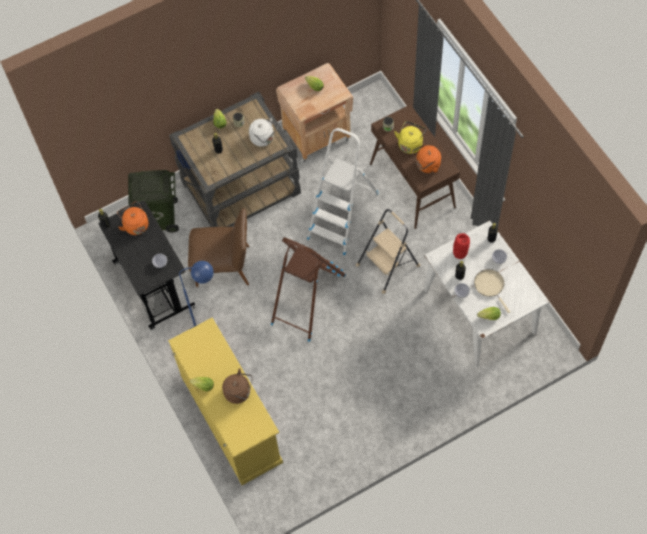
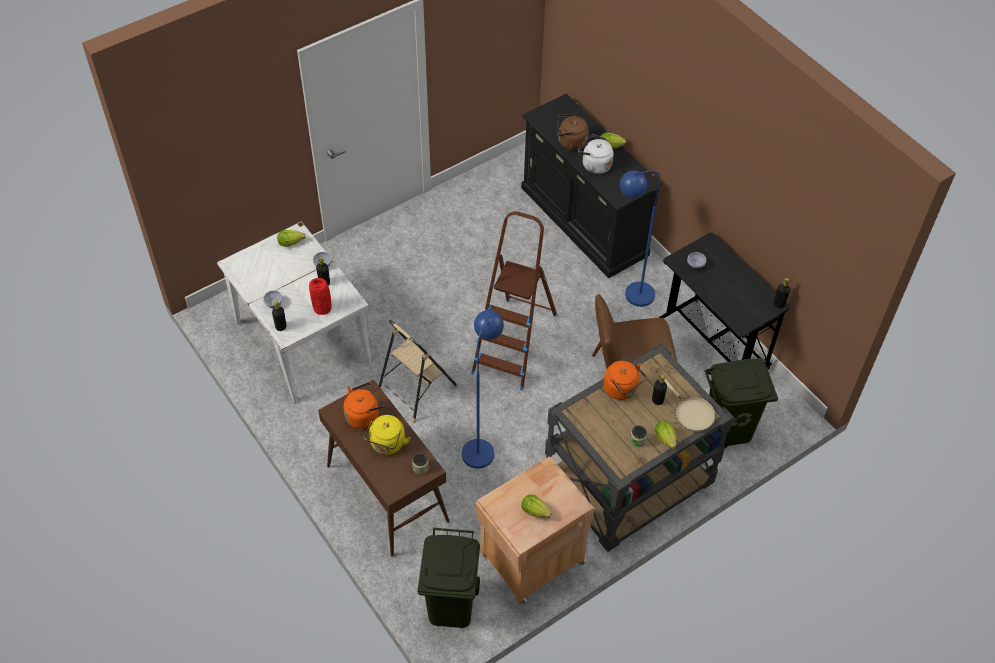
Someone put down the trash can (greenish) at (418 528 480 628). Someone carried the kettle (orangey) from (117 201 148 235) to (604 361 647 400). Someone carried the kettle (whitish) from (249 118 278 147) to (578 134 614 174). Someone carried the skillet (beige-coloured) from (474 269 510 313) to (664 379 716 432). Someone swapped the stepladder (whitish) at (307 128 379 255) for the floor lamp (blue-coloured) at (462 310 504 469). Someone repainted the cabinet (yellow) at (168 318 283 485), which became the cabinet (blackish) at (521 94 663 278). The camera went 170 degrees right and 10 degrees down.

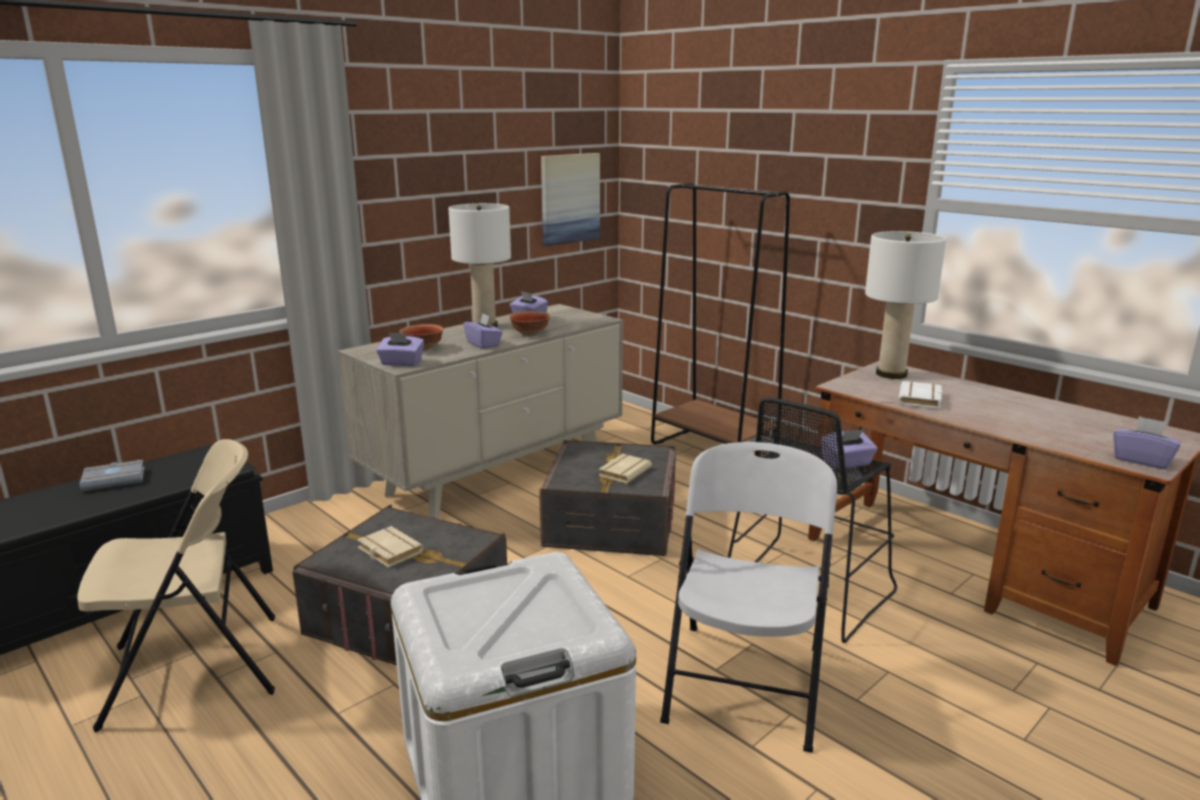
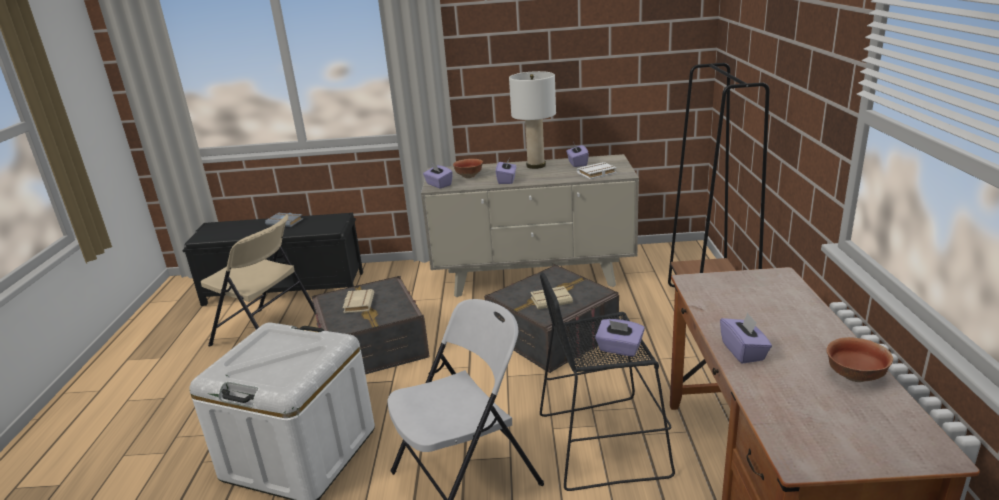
Someone took away the wall art at (541 153 600 246). Someone took away the table lamp (whitish) at (865 231 946 379). Someone carried the serving bowl from (510 311 550 336) to (826 337 893 382). Someone carried the volume (whitish) from (898 381 943 409) to (577 162 617 179). Someone carried the box of tissues (purple) from (1113 416 1181 470) to (720 313 772 364). The camera went 45 degrees right and 5 degrees up.

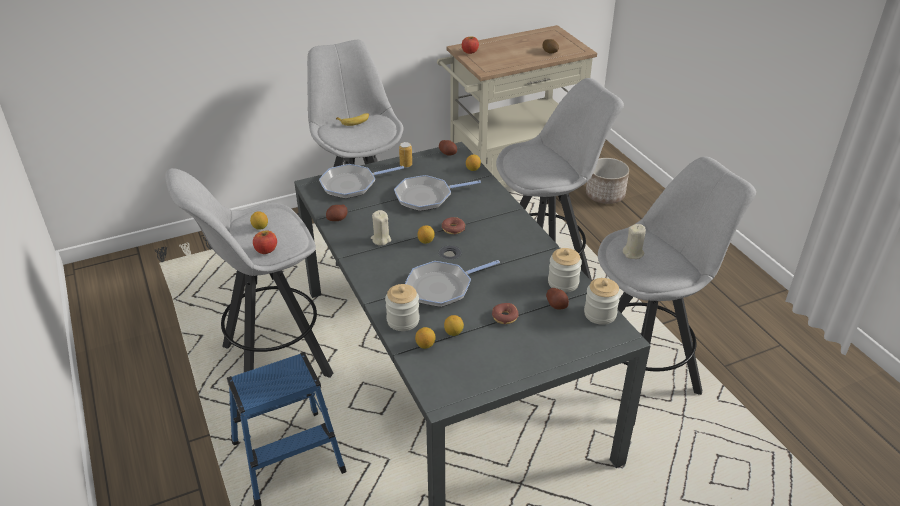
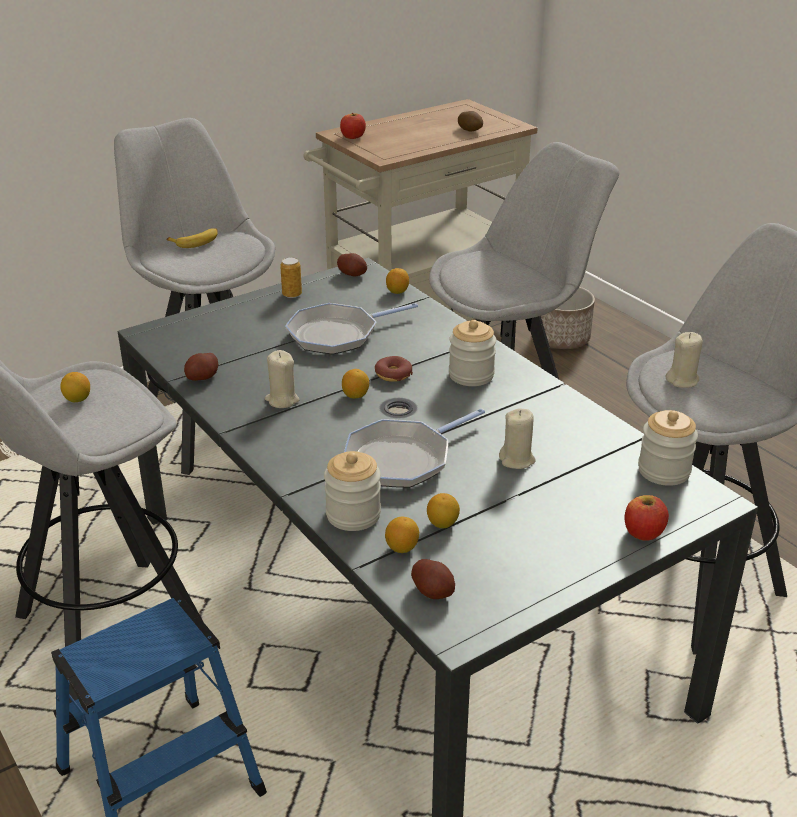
Someone took away the skillet at (319 164 404 199). Someone took away the ring doughnut at (492 303 519 324). Someone put down the candle (beige-coloured) at (499 408 536 469). Someone carried the whole apple from (253 230 277 254) to (624 495 669 541). Someone carried the spud from (546 288 569 309) to (411 559 455 599). Someone carried the jar from (548 248 582 292) to (449 320 496 386). The camera went 10 degrees left and 5 degrees down.

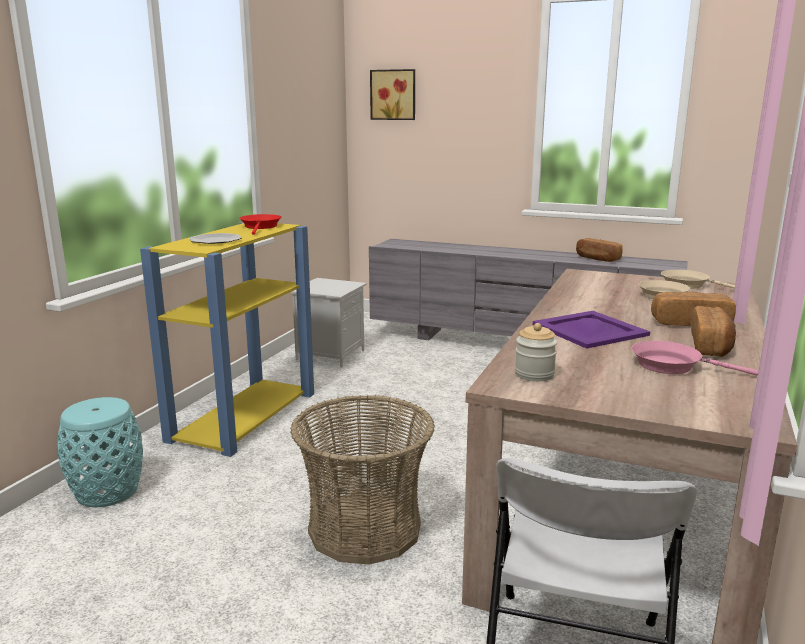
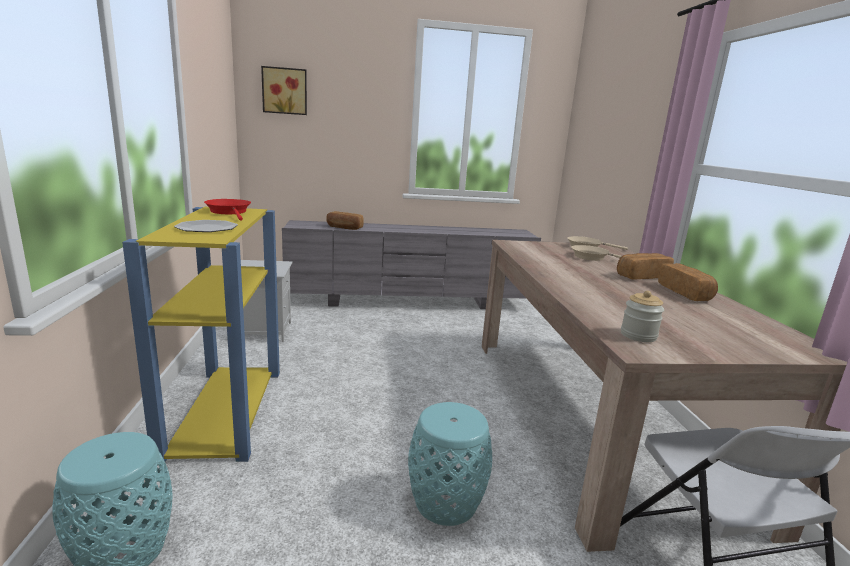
Someone took away the tray (purple) at (533 311 650 349). Someone took away the skillet (pink) at (632 341 758 376). Someone carried the bakery bread from (576 238 623 262) to (326 211 364 230). Someone swapped the storage basket at (290 395 435 565) for the sitting stool (turquoise) at (408 402 492 526). The camera went 30 degrees left and 0 degrees up.

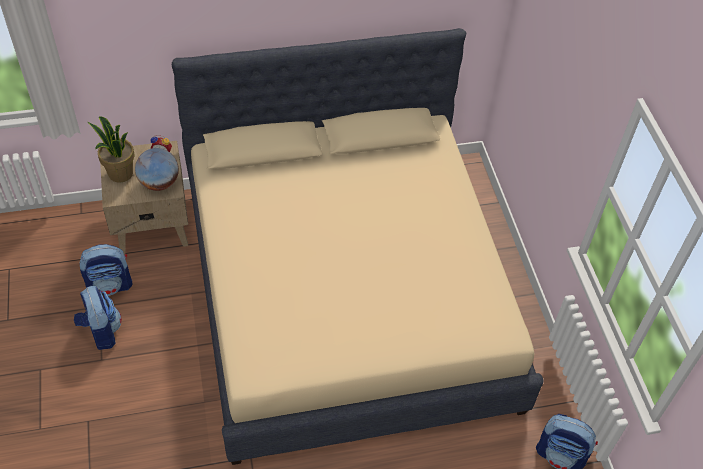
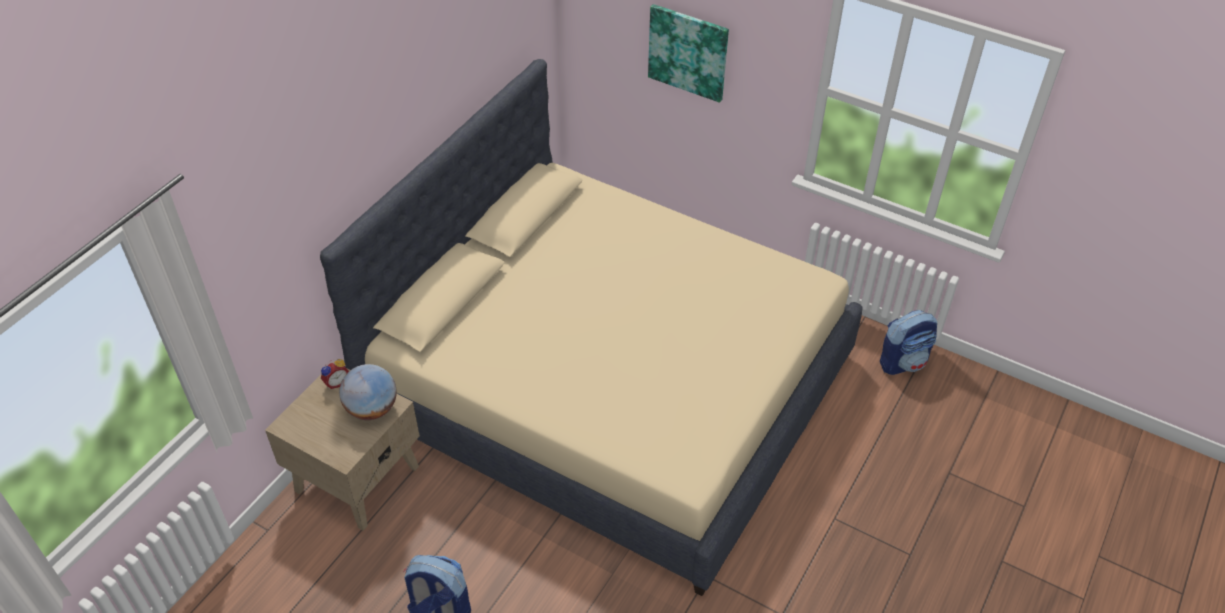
Someone took away the knapsack at (80 244 133 296). Someone took away the plant in a pot at (88 117 135 183). Someone put up the wall art at (648 4 729 103). The camera went 45 degrees left and 5 degrees down.

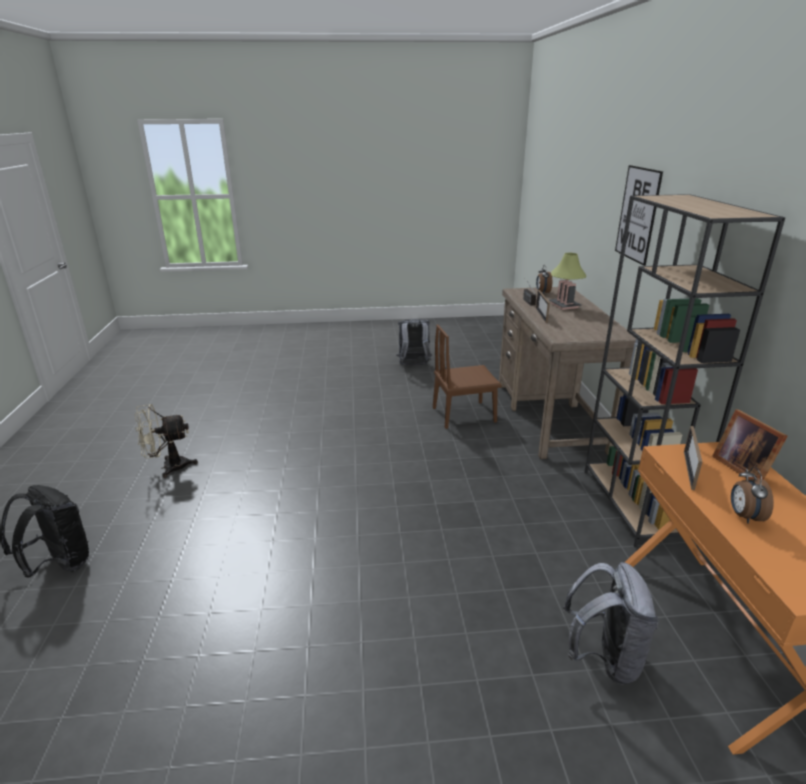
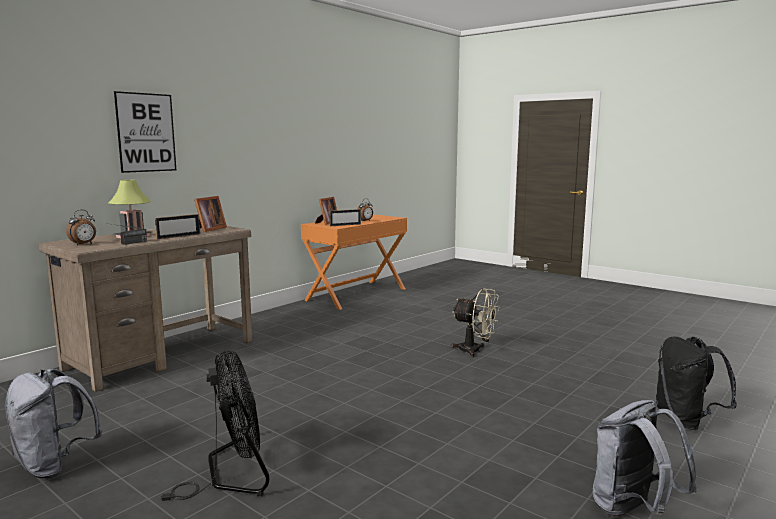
Someone took away the upright chair (brownish) at (433 325 502 429). Someone took away the bookcase at (585 194 785 548). Someone put down the fan (blackish) at (159 350 269 501). Someone put down the standing frame at (194 196 227 232). Someone carried the fan (beige-coloured) from (135 404 198 478) to (451 288 500 357). Someone carried the knapsack (gray) from (563 562 658 684) to (593 400 697 516). The camera went 135 degrees left and 15 degrees down.

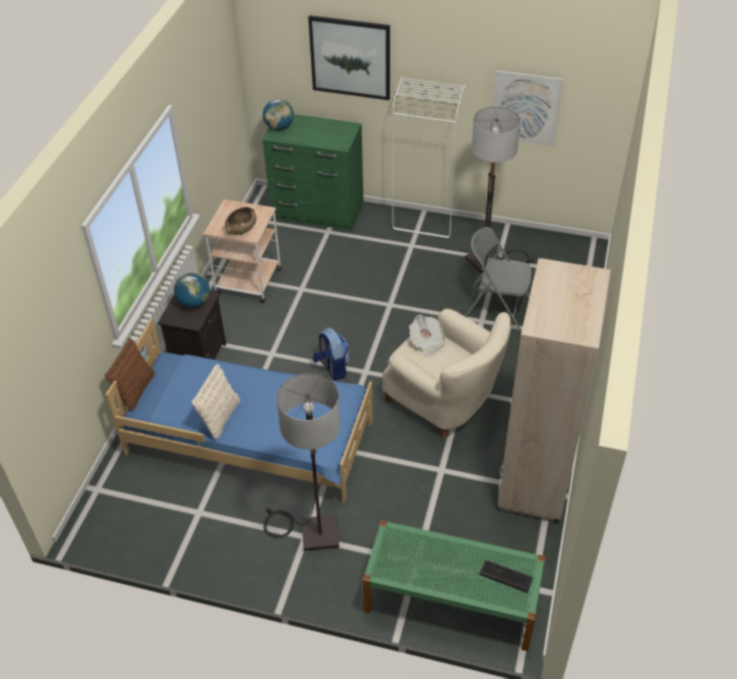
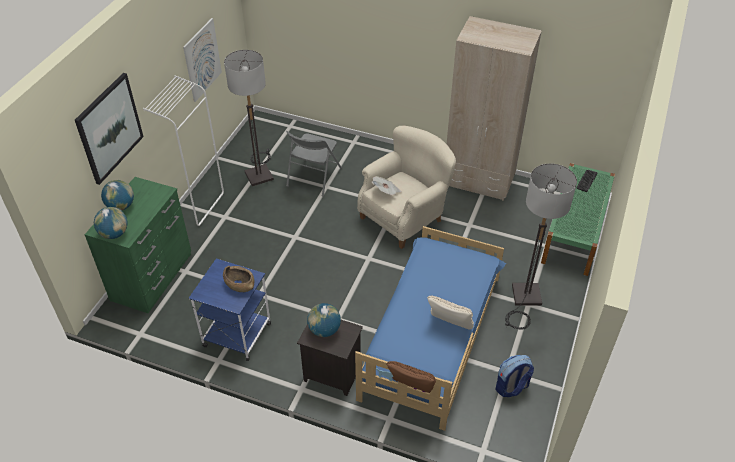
Someone put down the world globe at (101 180 134 211). Someone carried the knapsack from (313 328 350 380) to (496 355 534 397). Someone repainted the cart (beige-coloured) at (203 199 282 303), which became the cart (blue-coloured) at (189 258 271 361). The camera went 85 degrees left and 0 degrees up.

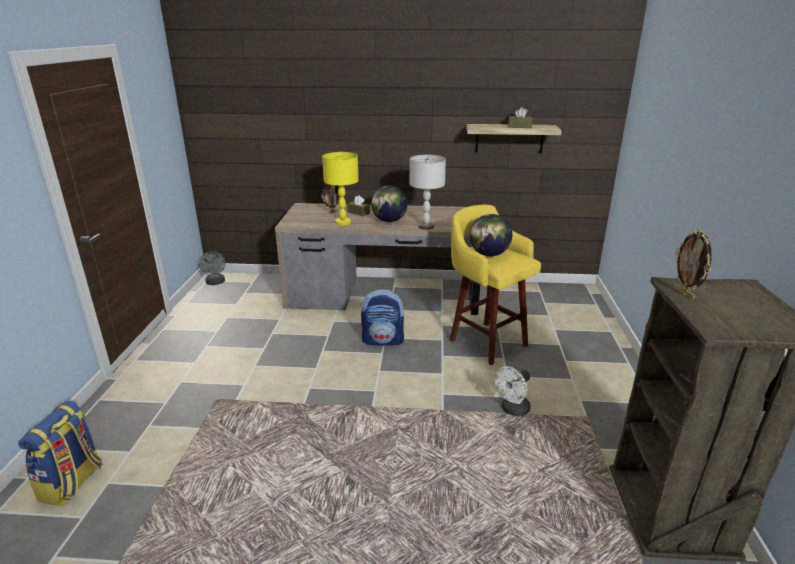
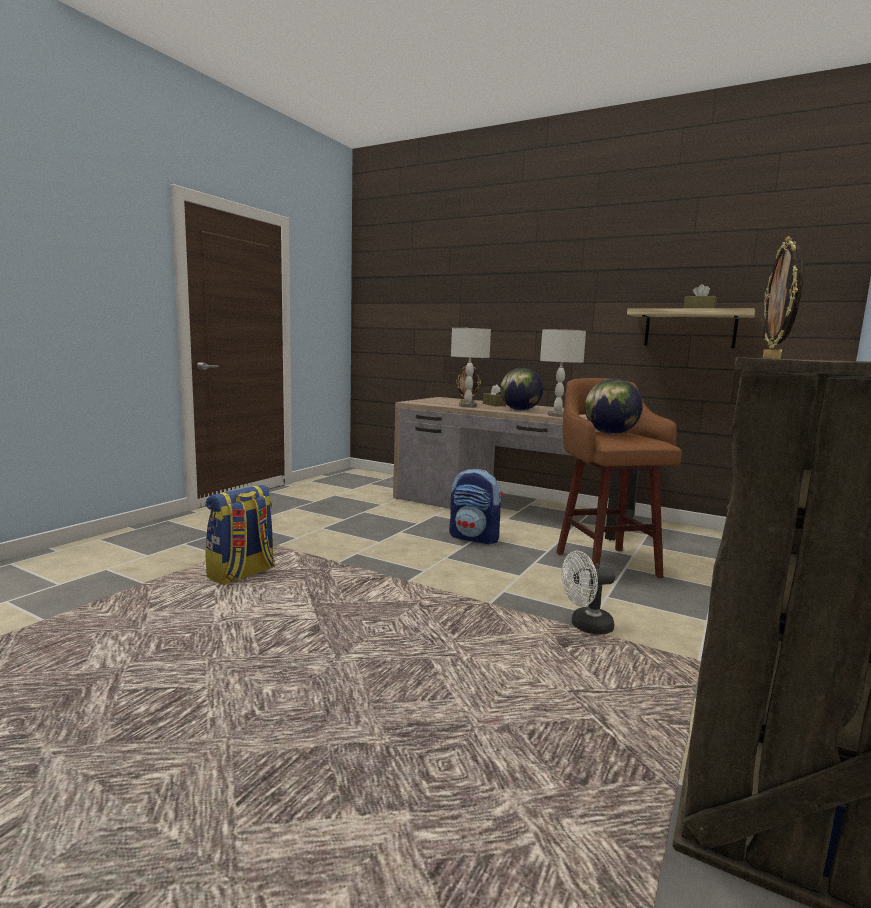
Someone took away the fan (gray) at (199 251 226 285). Someone carried the knapsack from (18 400 103 506) to (205 485 275 585). Someone repainted the table lamp (yellow) at (322 152 359 225), which became the table lamp (gray) at (451 328 491 407). Someone repainted the sitting stool (yellow) at (450 205 541 365), which became the sitting stool (brownish) at (556 378 682 578). The camera went 25 degrees right and 15 degrees down.

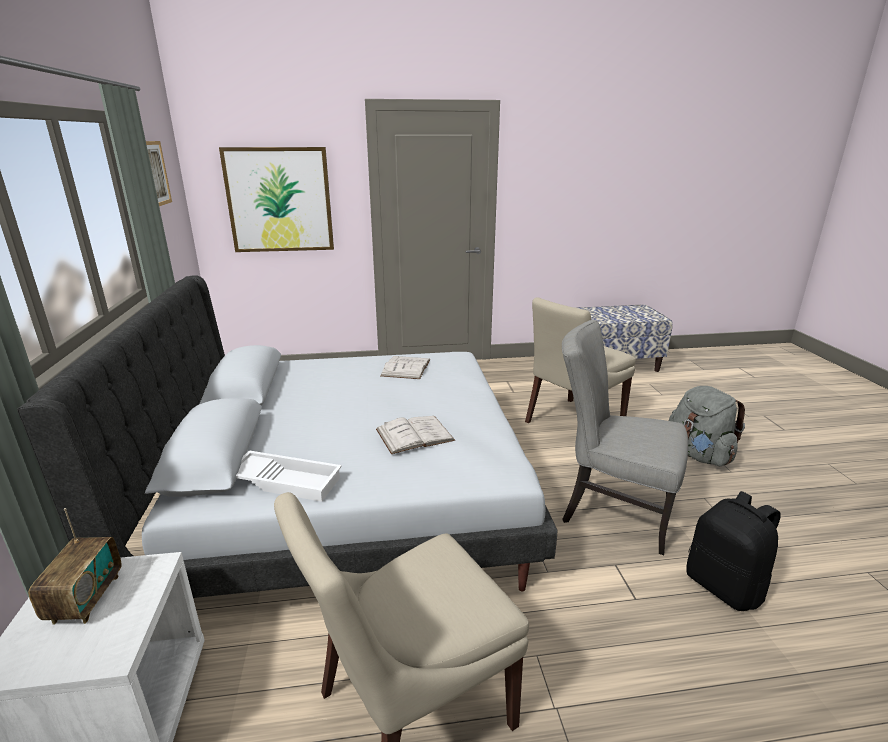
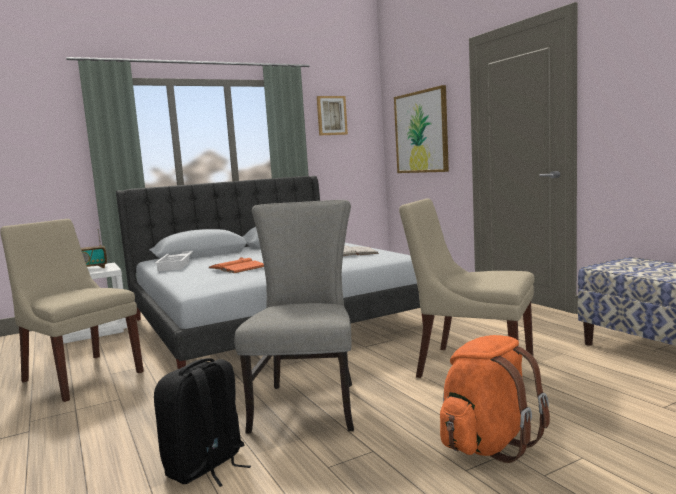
Someone repainted the volume (whitish) at (376 416 455 454), which became the volume (orangey) at (209 257 264 273). Someone repainted the knapsack (gray) at (669 386 745 466), which became the knapsack (orangey) at (440 335 550 463). The camera went 70 degrees right and 15 degrees down.

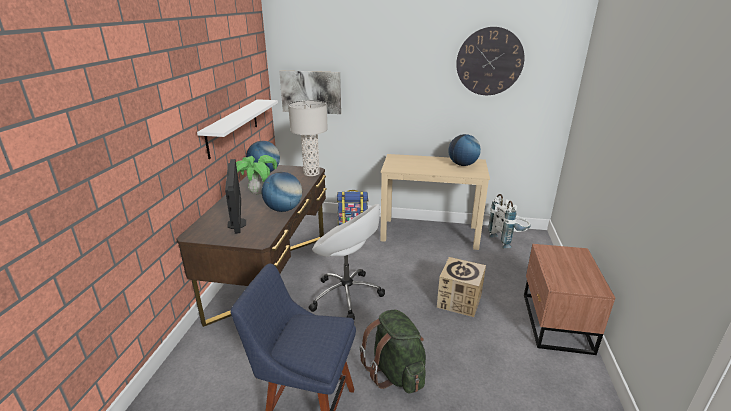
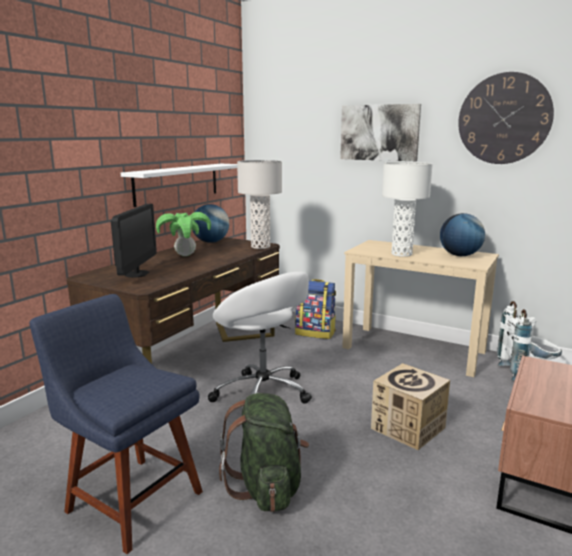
Someone took away the world globe at (262 172 302 212). Someone put down the table lamp (whitish) at (382 162 433 257). Someone carried the wall art from (279 70 341 114) to (340 104 421 161). The camera went 20 degrees right and 10 degrees down.

